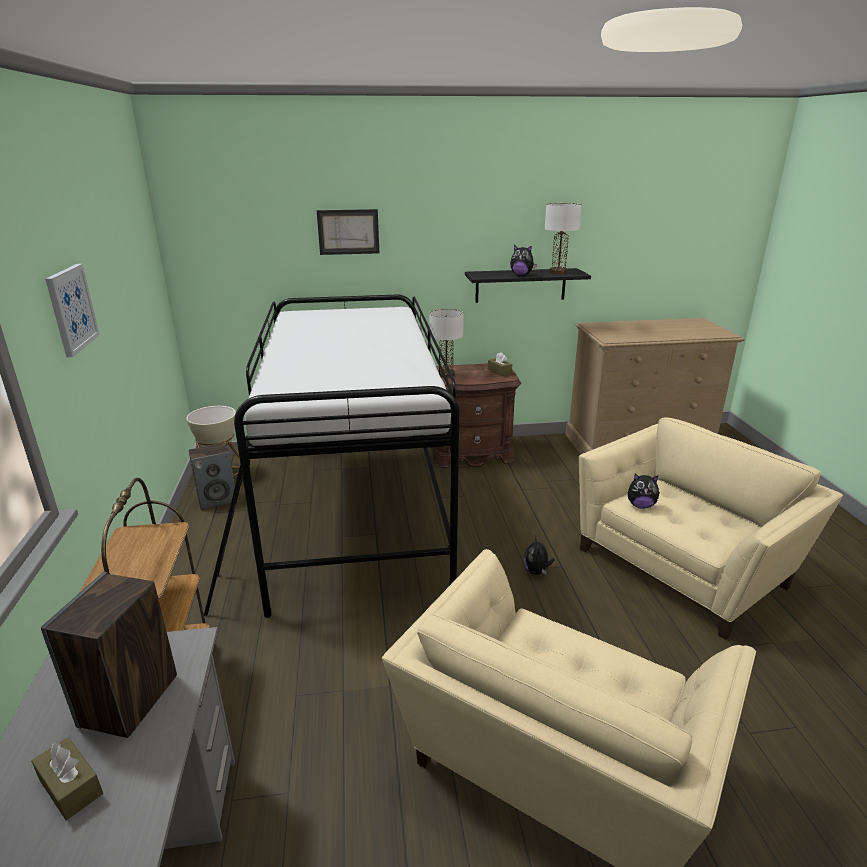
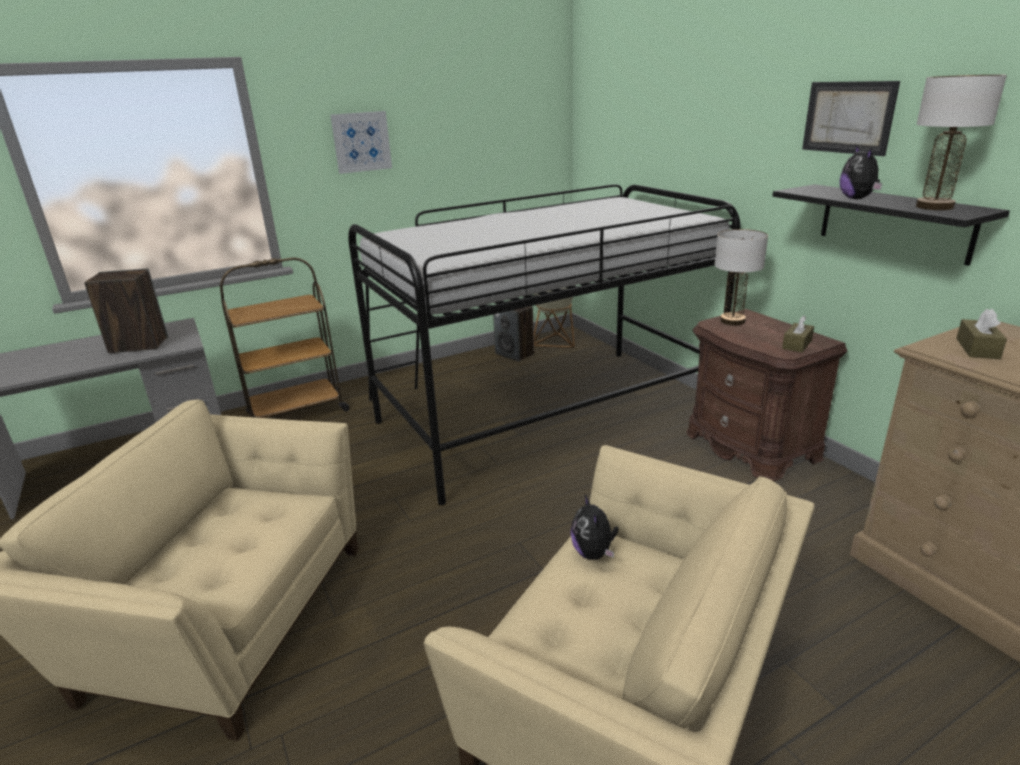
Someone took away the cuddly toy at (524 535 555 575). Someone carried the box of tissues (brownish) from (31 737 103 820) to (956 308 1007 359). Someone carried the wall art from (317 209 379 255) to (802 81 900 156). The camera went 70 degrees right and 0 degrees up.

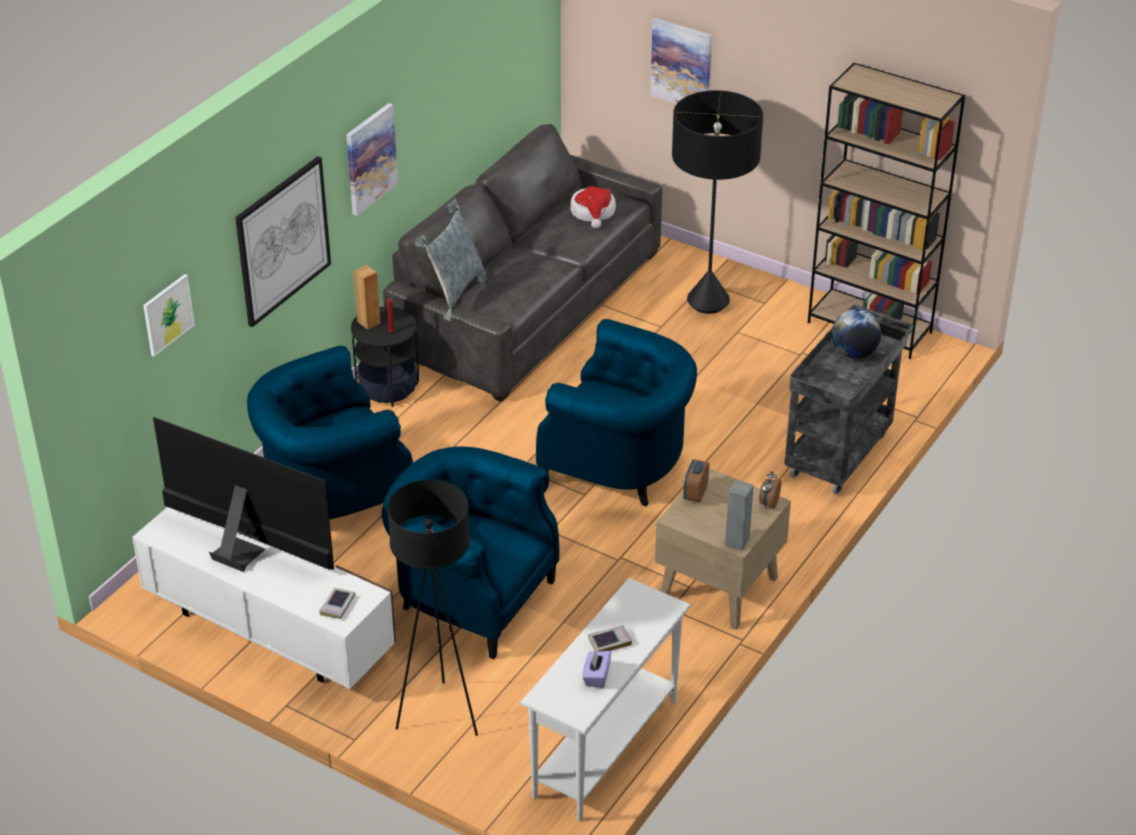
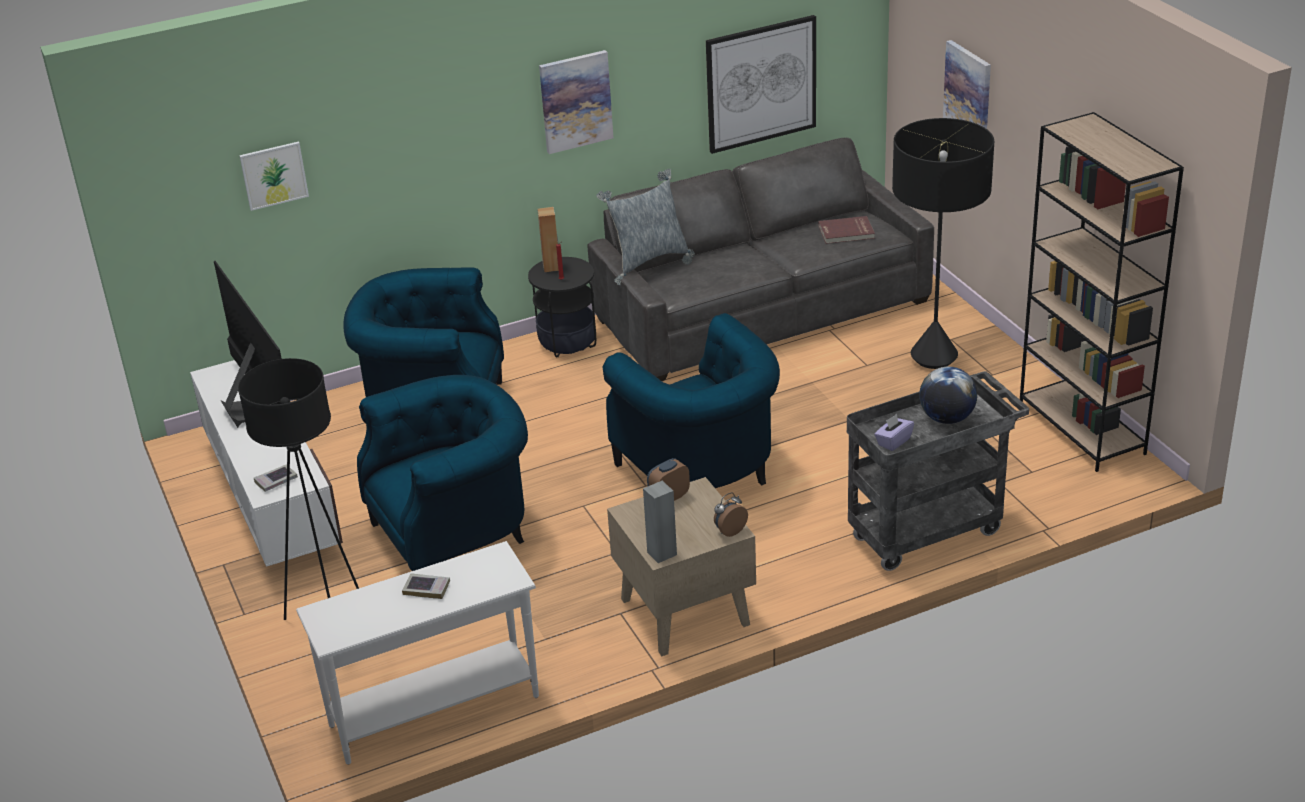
Someone carried the wall art from (235 156 331 327) to (706 15 816 154). Someone carried the box of tissues (purple) from (582 651 611 688) to (874 414 914 451). Someone swapped the wearable hat at (571 186 616 229) for the volume (red) at (818 216 875 244). Someone rotated the lounge chair (blue-coloured) at (382 446 559 659) by 90 degrees clockwise. The camera went 35 degrees right and 5 degrees down.

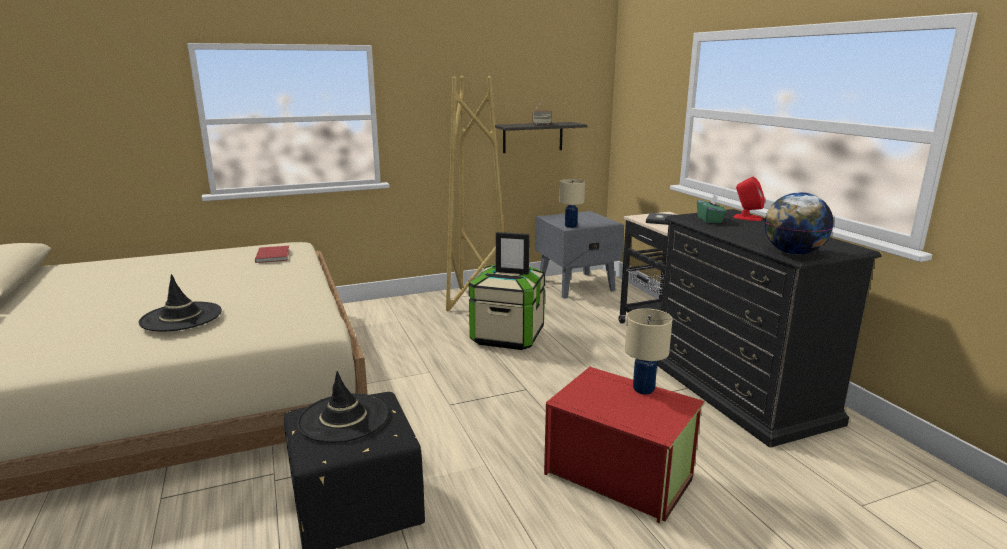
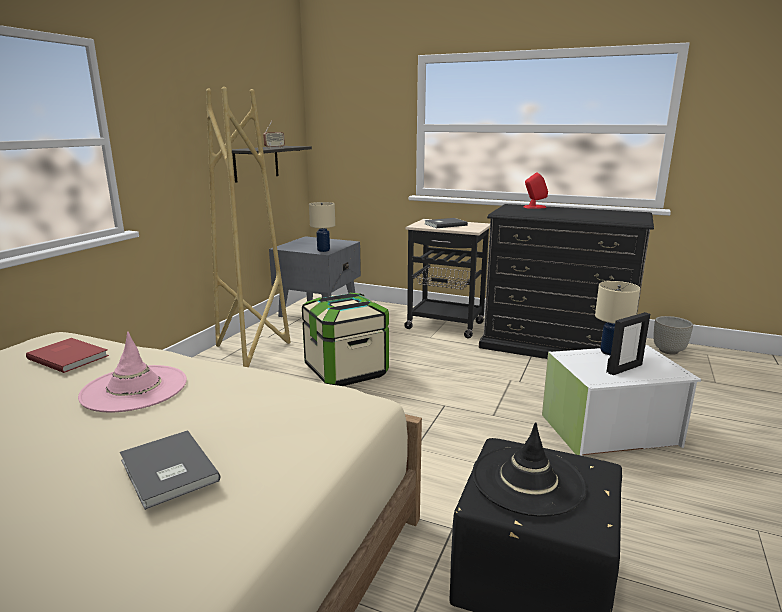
Someone took away the box of tissues (greenish) at (697 195 726 223). Someone took away the world globe at (765 192 833 255). Someone put down the wearable hat (pink) at (78 332 187 412). Someone put down the plant pot (gray) at (654 316 693 355). Someone carried the standing frame from (496 232 530 275) to (606 312 650 375). Someone swapped the wearable hat (blackish) at (138 274 222 331) for the volume (gray) at (120 430 220 510). Someone repainted the storage bin (red) at (544 367 705 524), which became the storage bin (whitish) at (542 345 701 456). The camera went 45 degrees left and 0 degrees up.

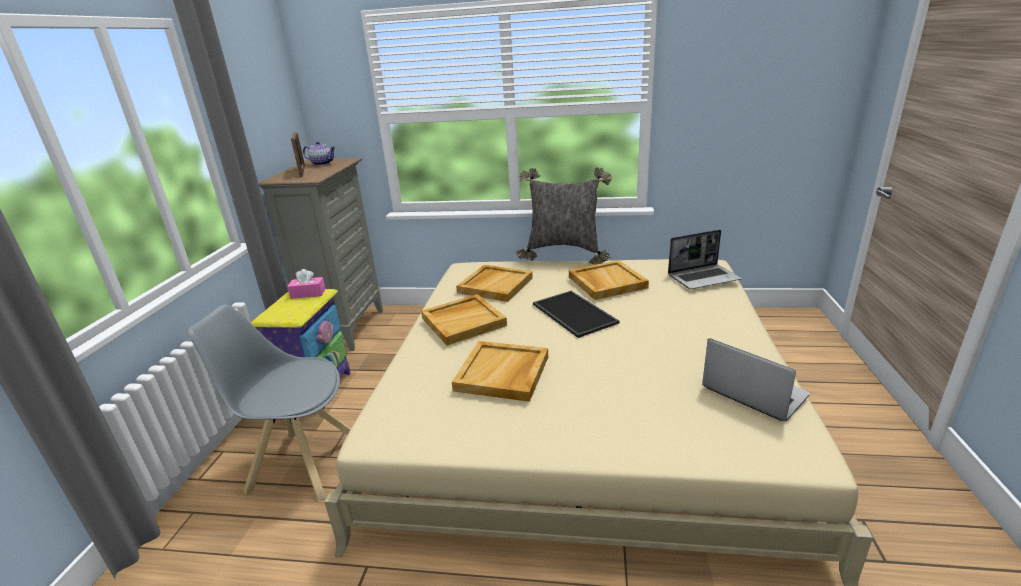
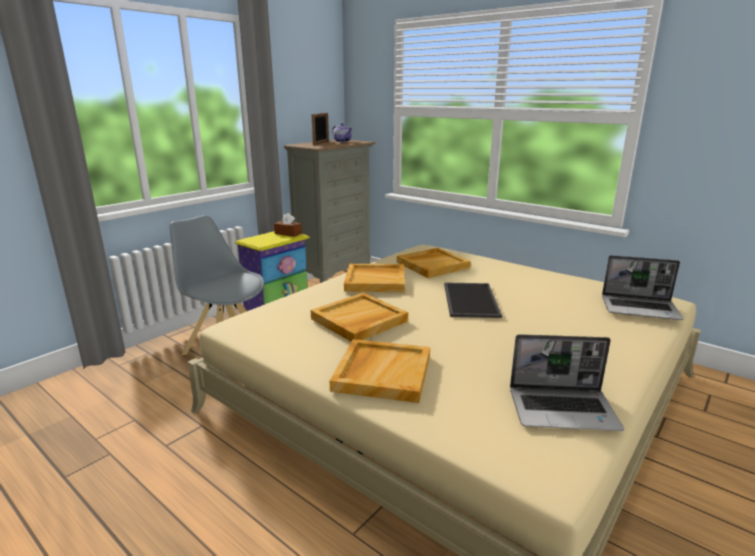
Someone took away the throw pillow at (516 167 612 265). Someone carried the tray (beige-coloured) from (569 260 649 300) to (330 339 430 403). Someone repainted the box of tissues (pink) at (287 269 326 299), which became the box of tissues (brownish) at (274 213 302 237). Someone rotated the portable computer at (702 338 810 421) by 105 degrees clockwise. The camera went 30 degrees right and 5 degrees down.

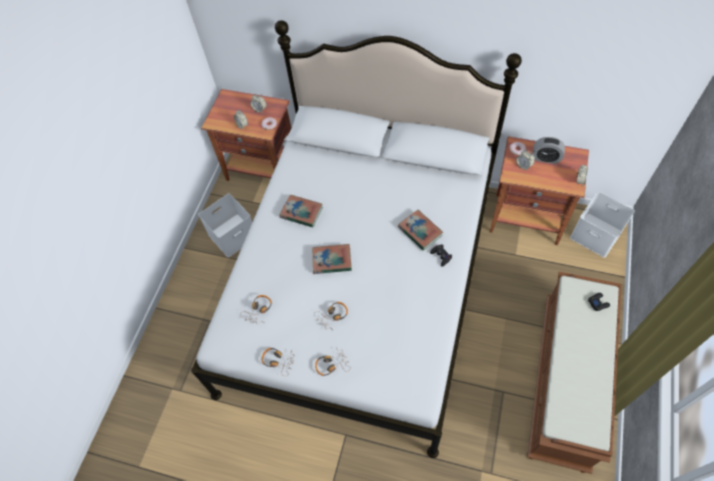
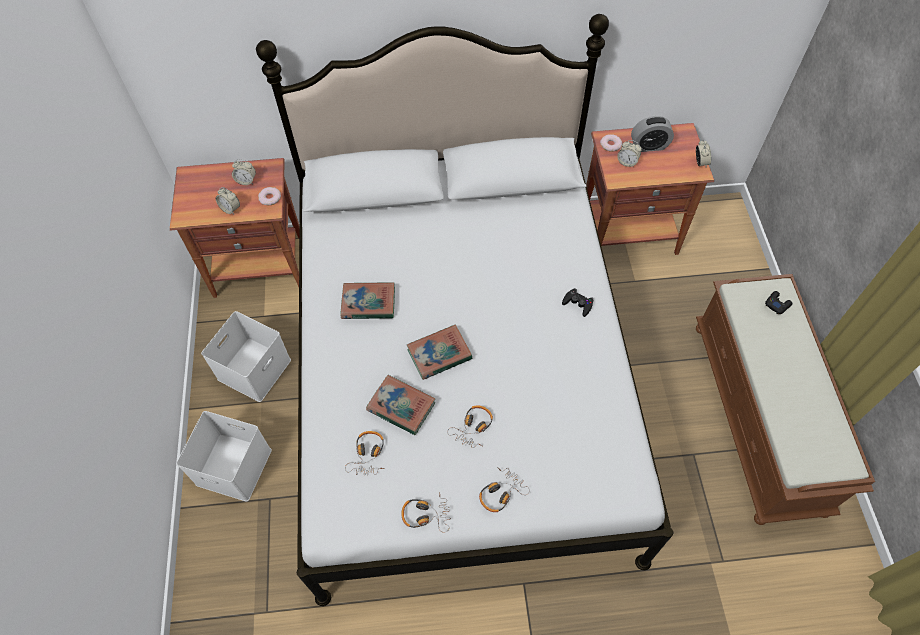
Someone carried the volume from (398 210 443 251) to (366 375 436 435). Someone carried the storage bin (whitish) from (570 192 635 258) to (176 411 272 502). The camera went 25 degrees left and 0 degrees up.

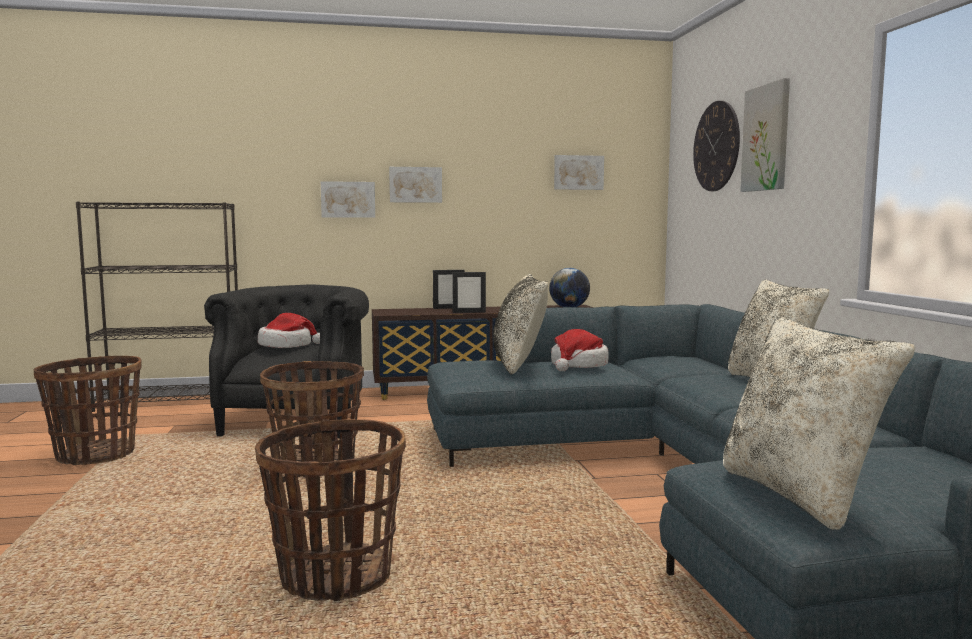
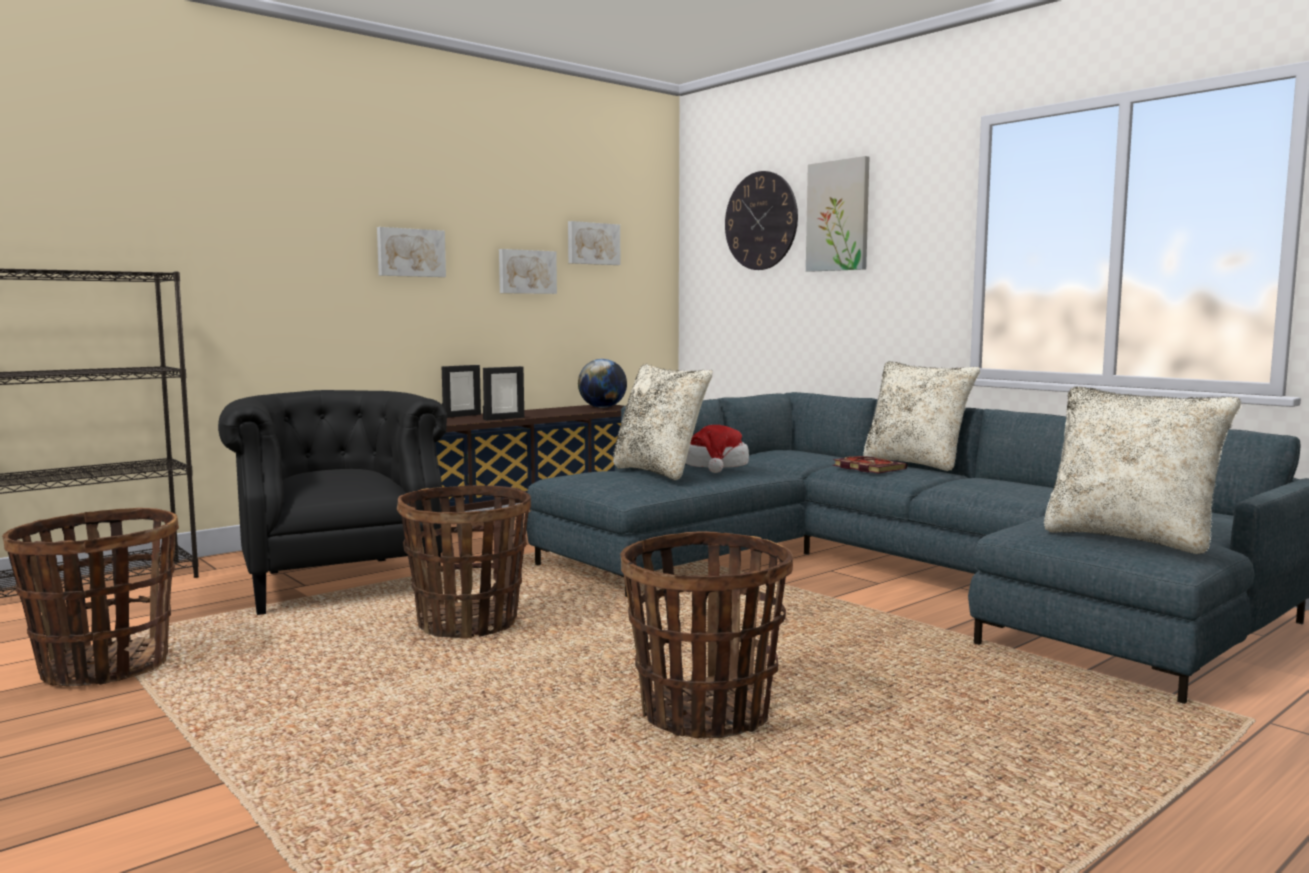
Someone took away the wearable hat at (258 313 320 348). Someone put down the volume at (832 456 907 474). Someone carried the wall art from (321 181 375 218) to (499 249 557 294). The camera went 30 degrees left and 0 degrees up.

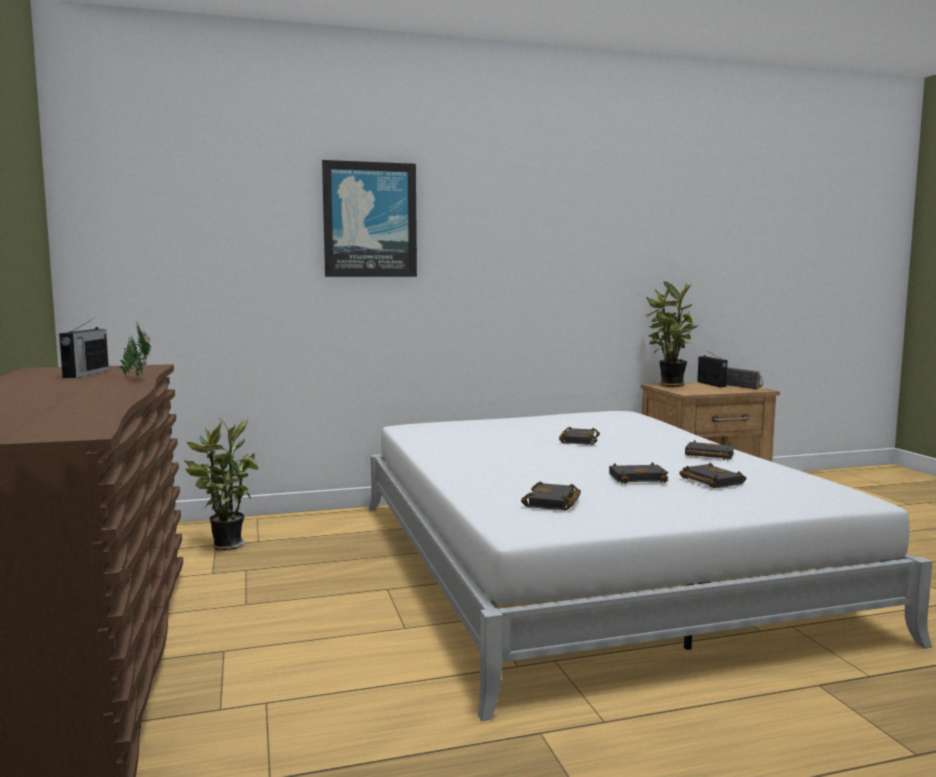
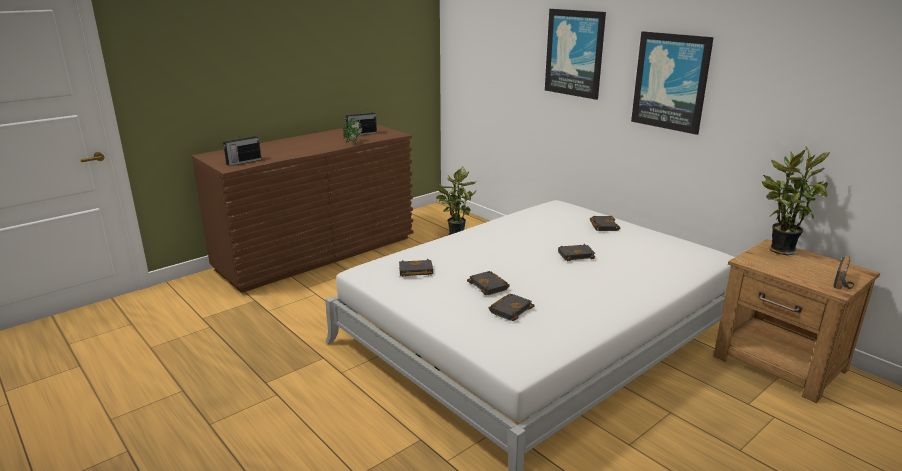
Someone put up the wall art at (631 31 714 135). Someone carried the volume (blackish) from (685 440 735 460) to (590 216 620 231). Someone carried the radio from (697 349 728 387) to (223 131 262 166). The camera went 65 degrees right and 15 degrees up.

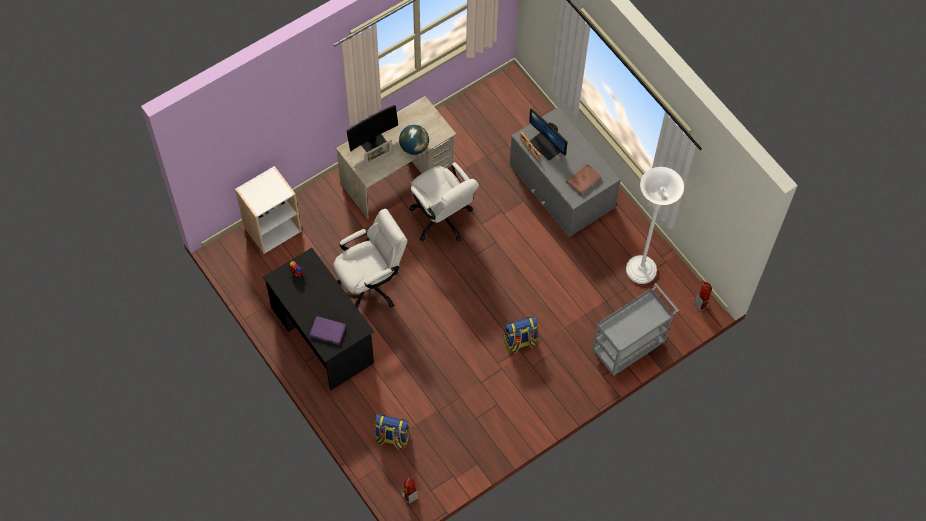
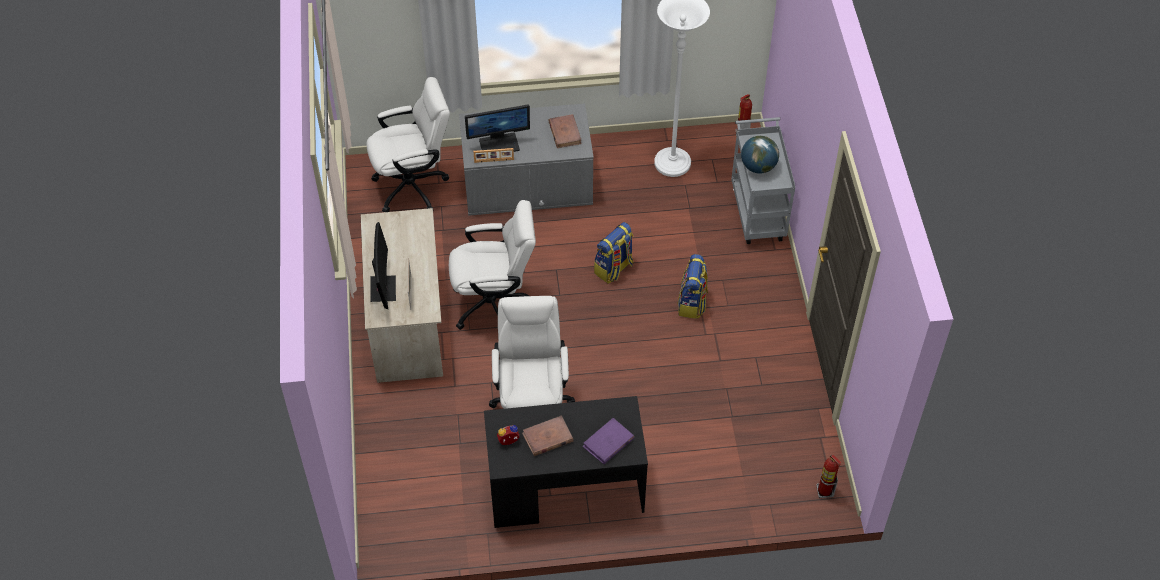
Someone took away the bookcase (whitish) at (235 166 302 254). Someone put down the office chair (whitish) at (367 77 450 212). Someone put down the volume (brownish) at (522 415 573 456). Someone carried the knapsack from (375 414 410 450) to (594 222 633 284). Someone carried the world globe from (399 125 429 155) to (741 136 779 174). The camera went 60 degrees left and 10 degrees down.

